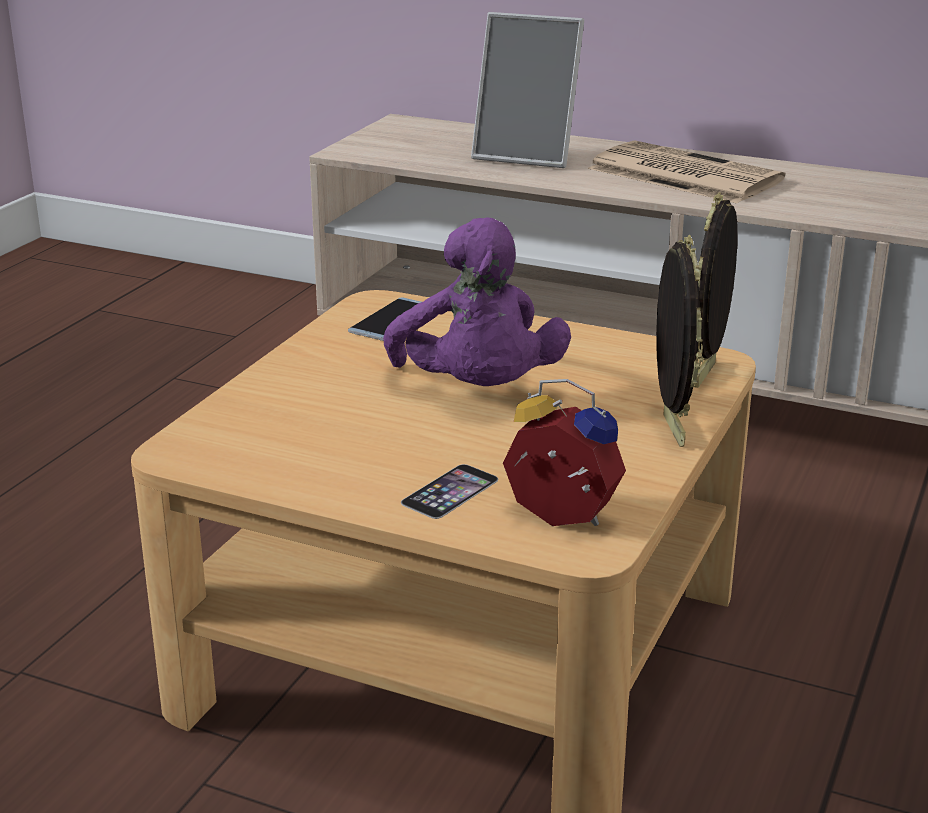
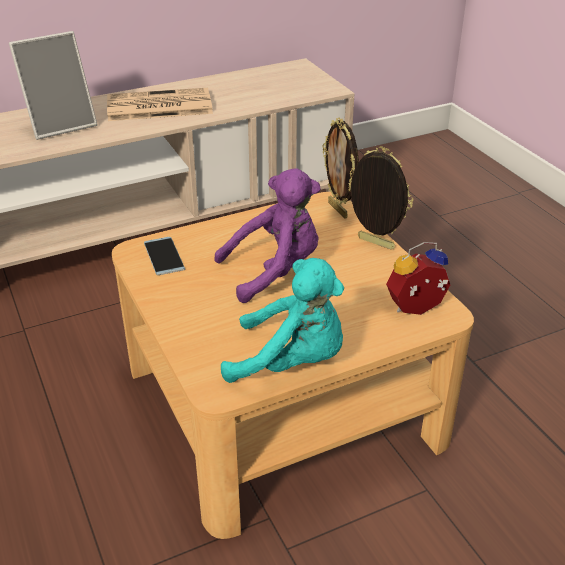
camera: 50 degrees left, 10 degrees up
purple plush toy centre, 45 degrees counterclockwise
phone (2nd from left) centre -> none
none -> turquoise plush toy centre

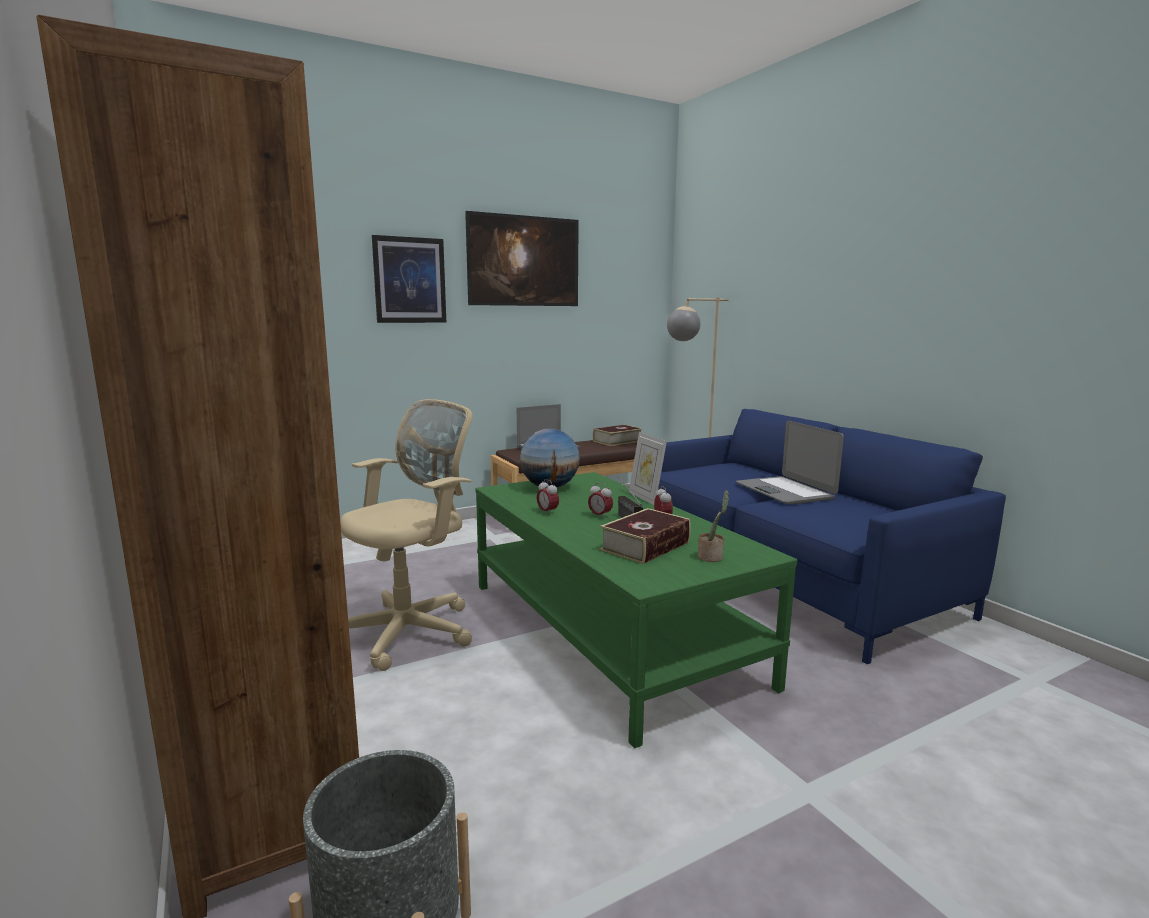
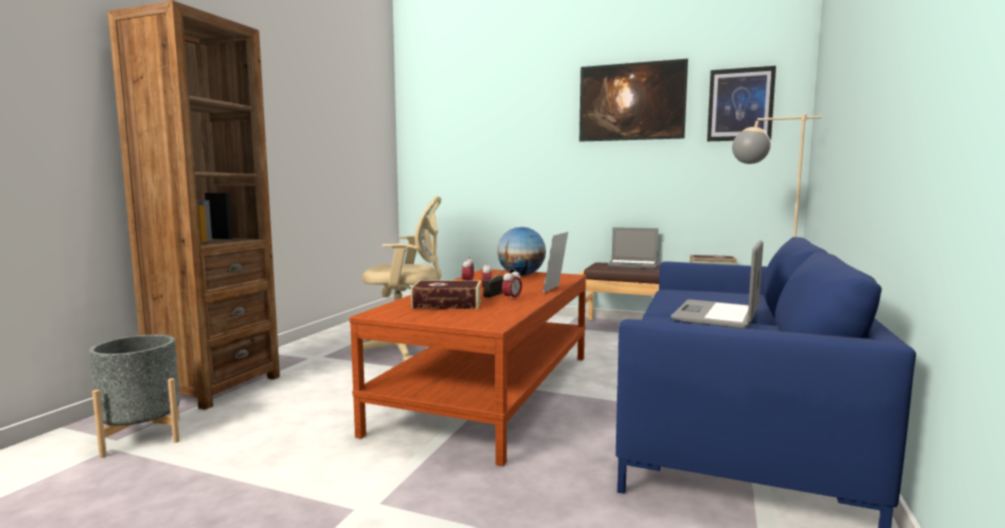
camera: 50 degrees right, 5 degrees down
picture (1st from left in the first image) top centre -> picture (2nd from left) top right, move
green coffee table centre -> brown coffee table bottom centre
potted plant centre -> none

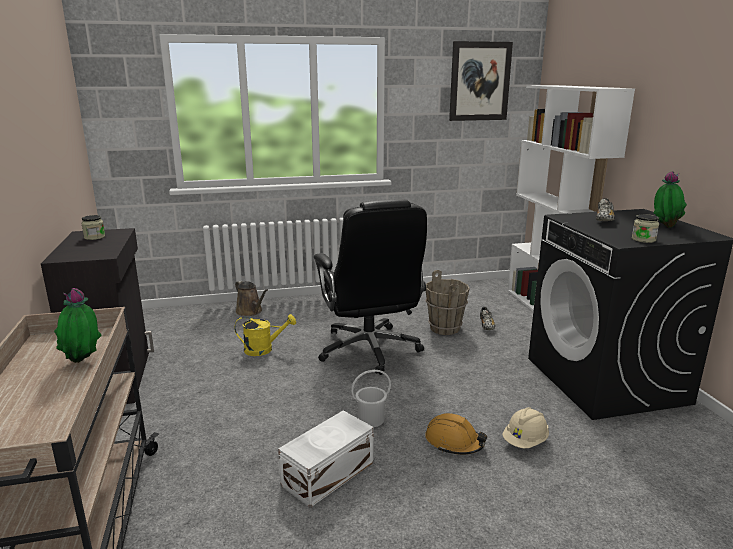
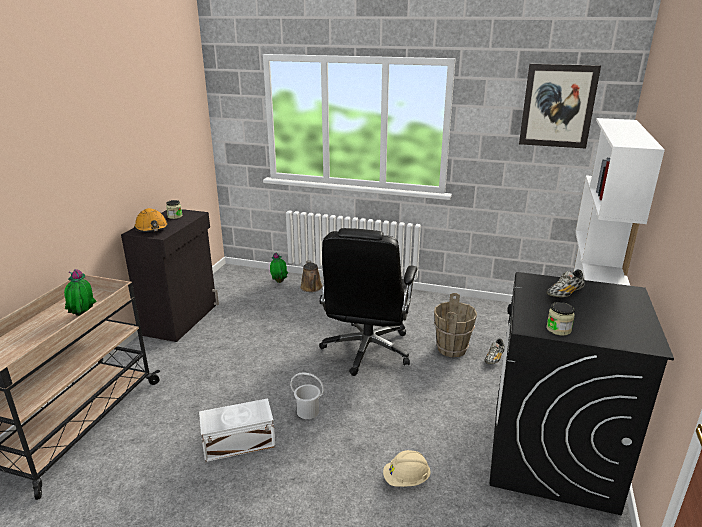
camera: 30 degrees right, 5 degrees up
yellow watering can centre -> none
orange hard hat bottom centre -> orange hard hat middle left, move
potted plant (2nd from left) middle right -> potted plant (2nd from left) centre, move

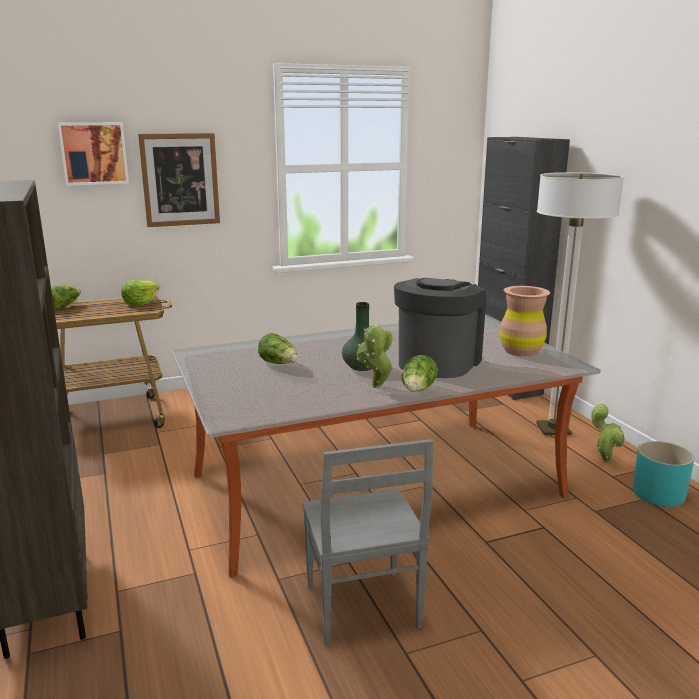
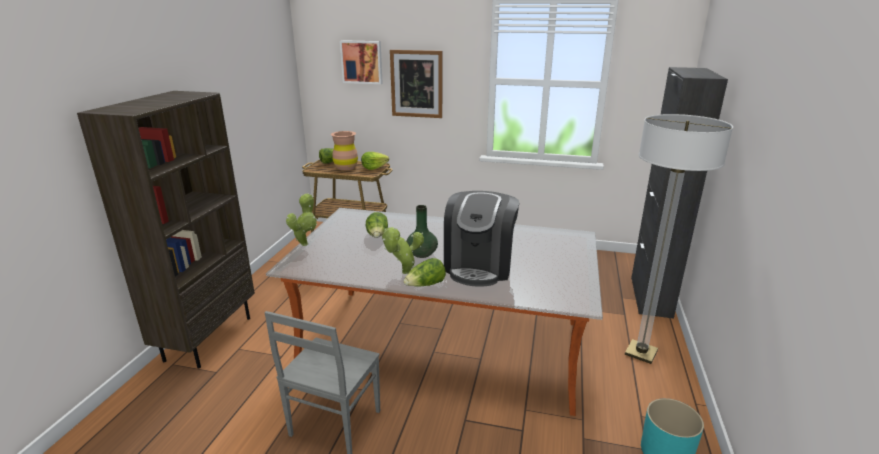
camera: 35 degrees right, 5 degrees up
coffee machine centre, 135 degrees clockwise
brown vase middle right -> brown vase top centre, move
potted plant (2nd from left in the first image) middle right -> potted plant (1st from left) centre, move

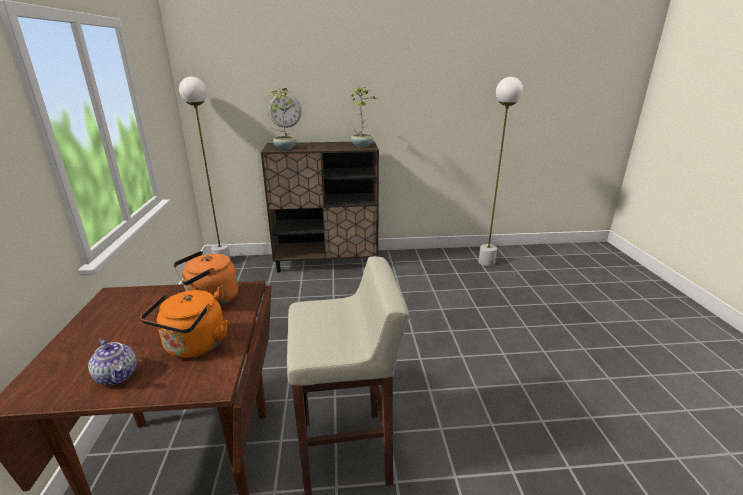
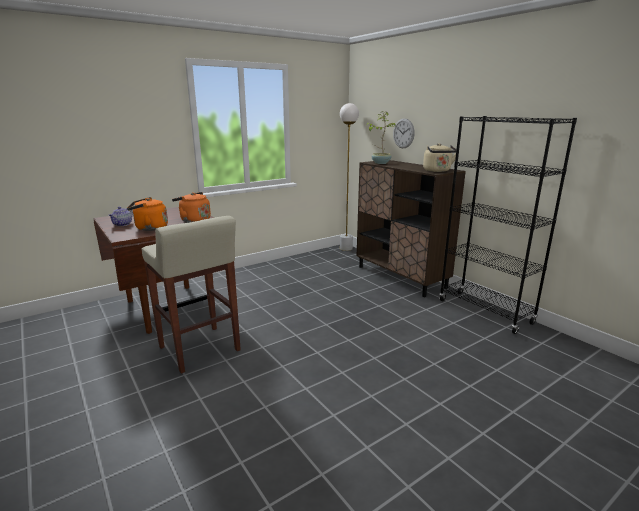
camera: 60 degrees right, 5 degrees down
potted plant (2nd from left) top centre -> beige kettle top right
white floor lamp (2nd from left) middle right -> none
none -> black bookcase middle right

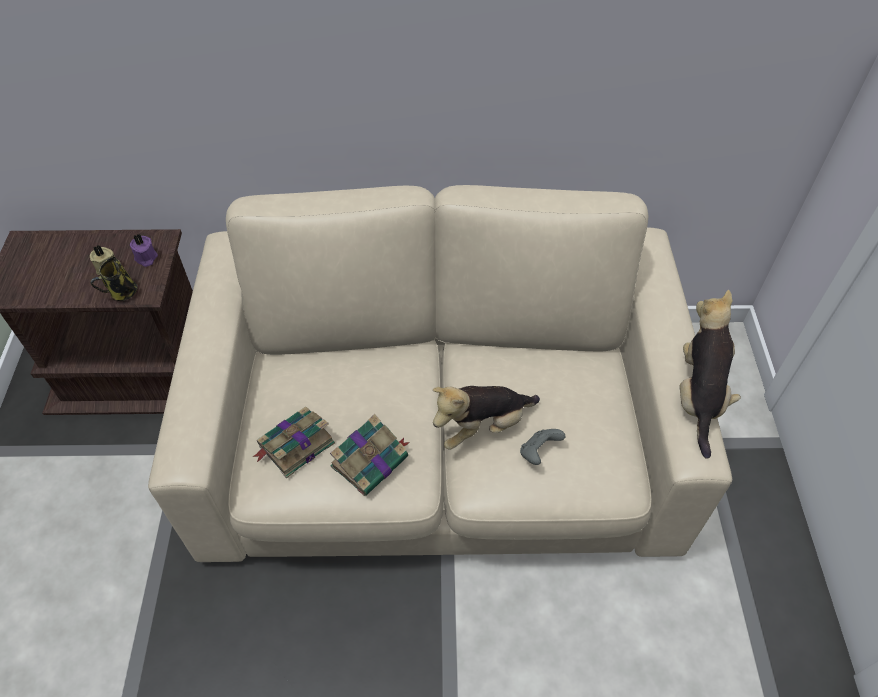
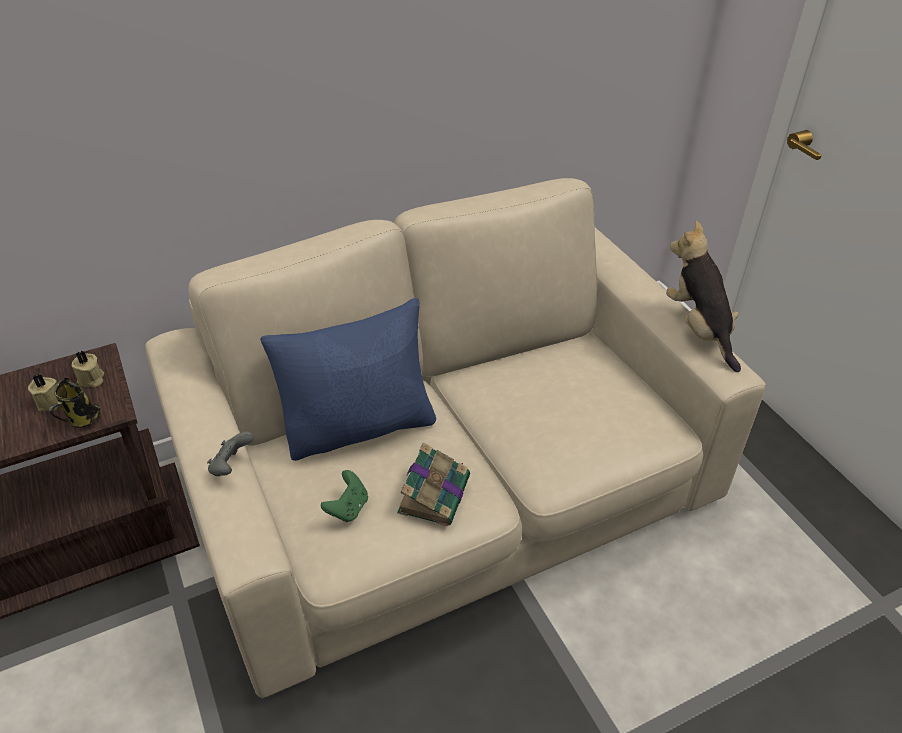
camera: 25 degrees left, 10 degrees down
purple candle middle left -> beige candle (2nd from left) middle left
book (1st from left) centre -> green game controller bottom centre
plush toy (1st from left) centre -> none
grey game controller centre -> grey game controller middle left, move
none -> blue pillow centre

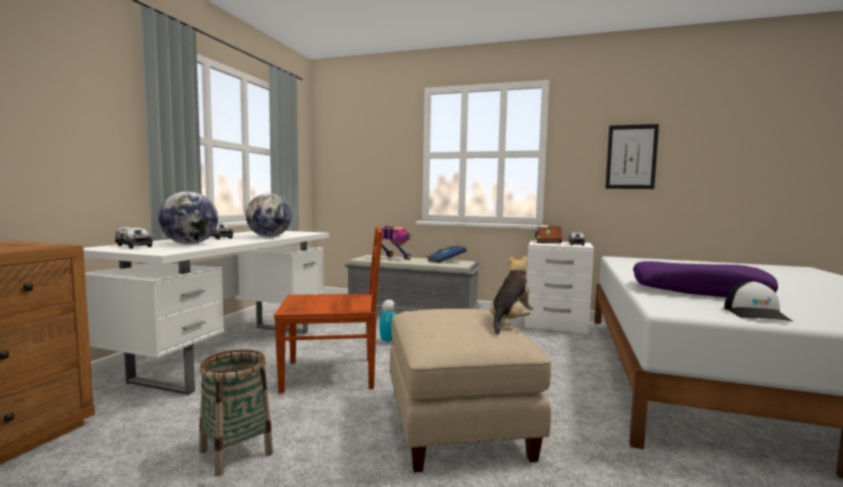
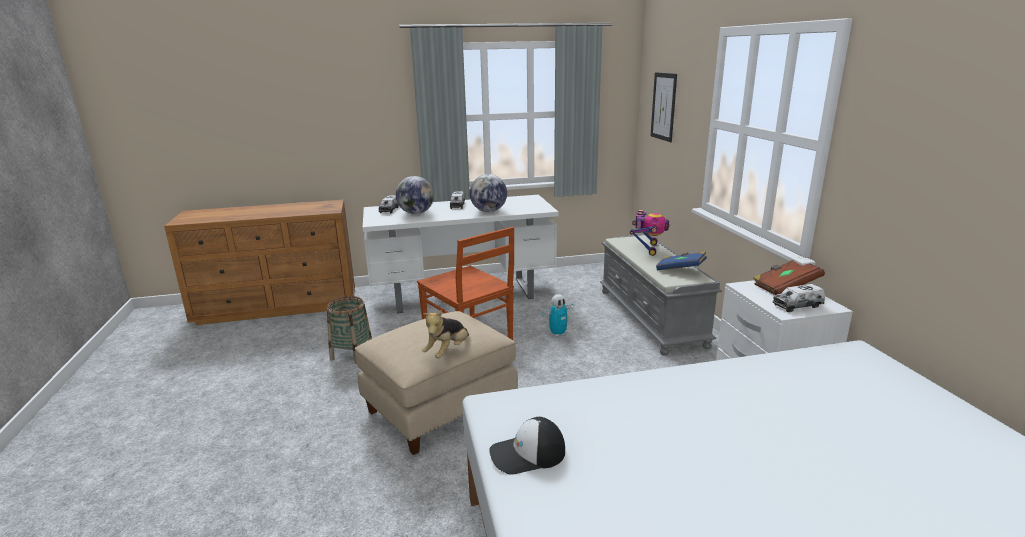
camera: 60 degrees right, 15 degrees up
plush toy centre, 120 degrees clockwise
picture top right -> picture top centre, move
purple pillow middle right -> none

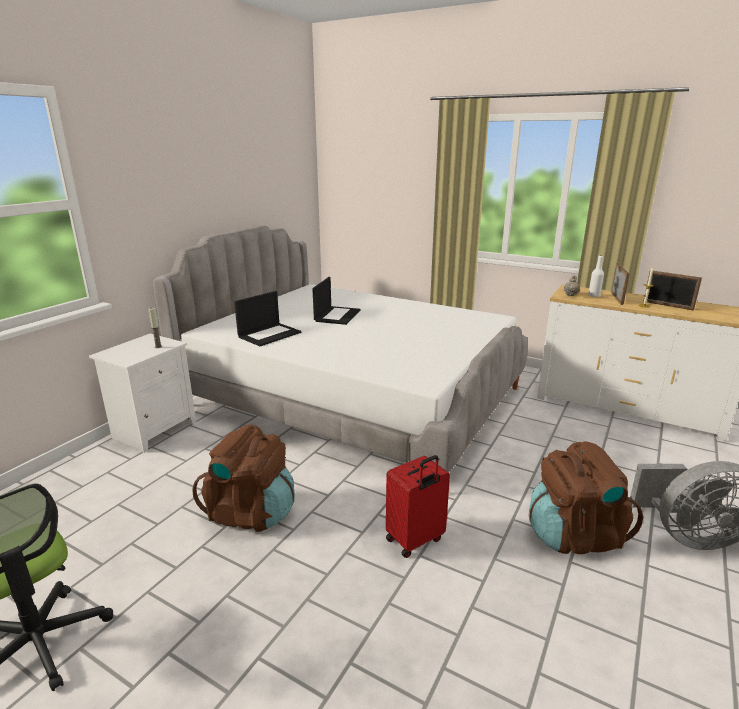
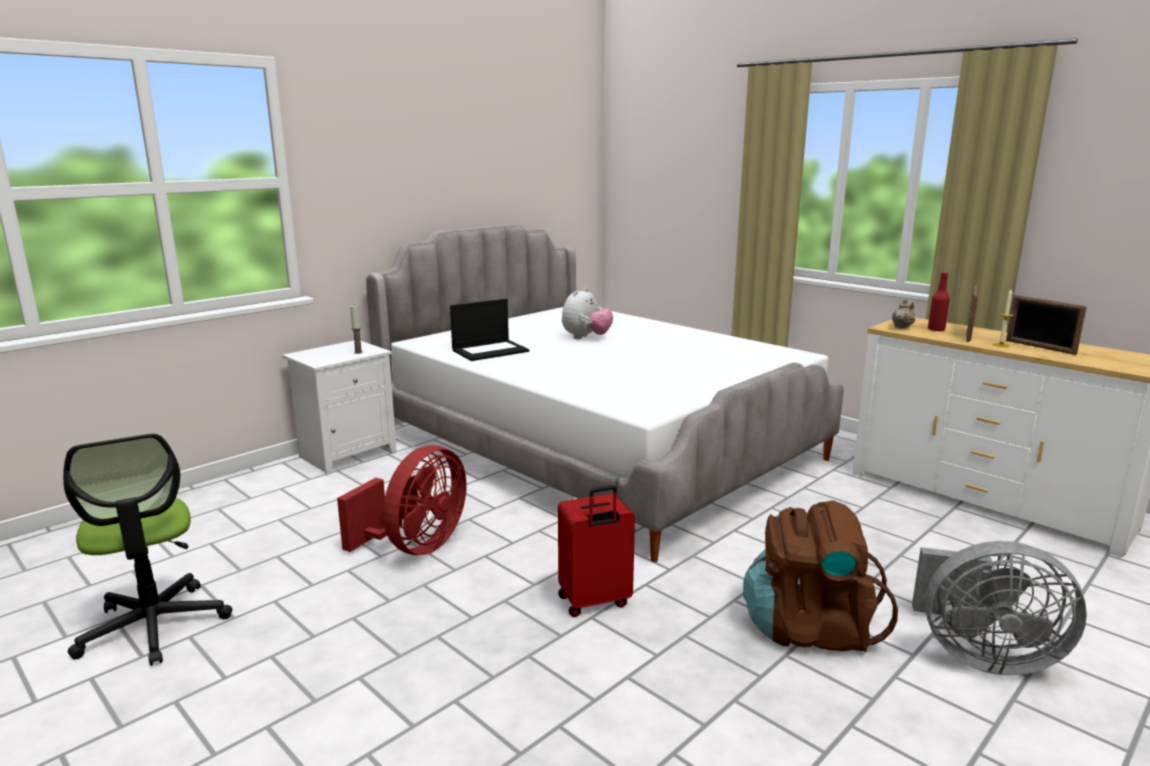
camera: 15 degrees right, 5 degrees down
brown backpack (1st from left) bottom left -> red fan centre
laptop (2nd from left) centre -> plush toy centre
white bottle middle right -> red bottle middle right

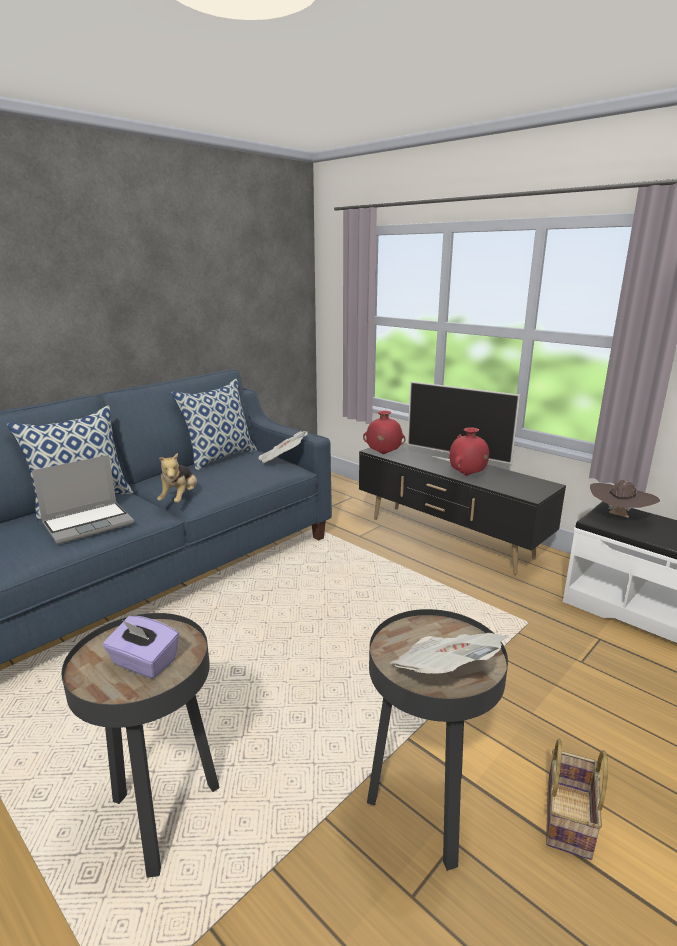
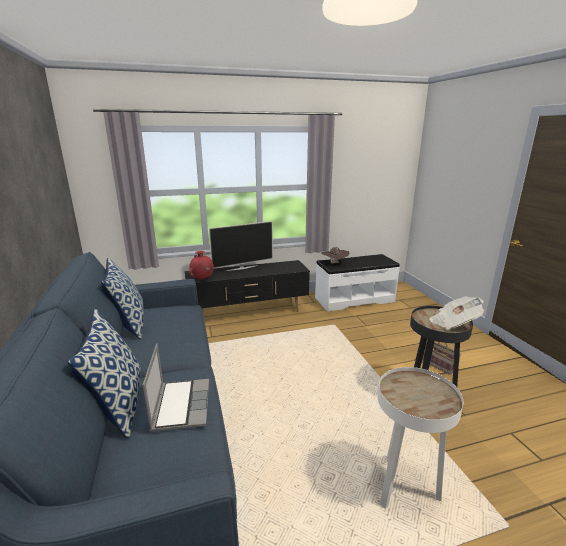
camera: 60 degrees left, 0 degrees up
black side table (1st from left) bottom left -> white side table bottom right
purple tissue box bottom left -> none
plush toy middle left -> none
newspaper (1st from left) centre -> none
red vase (2nd from left) middle right -> none

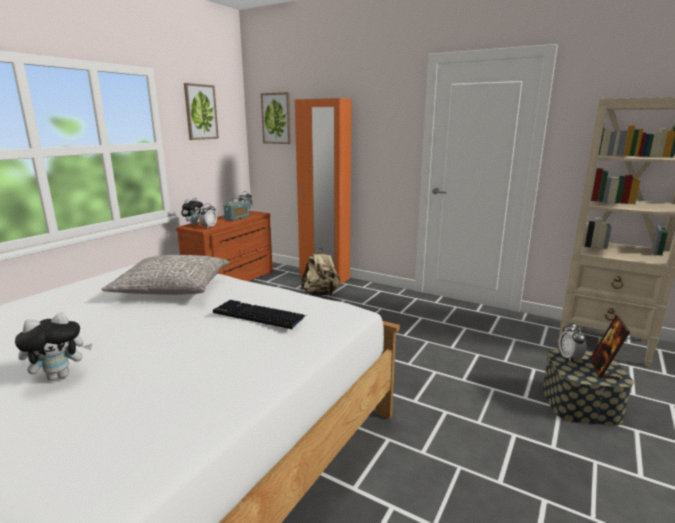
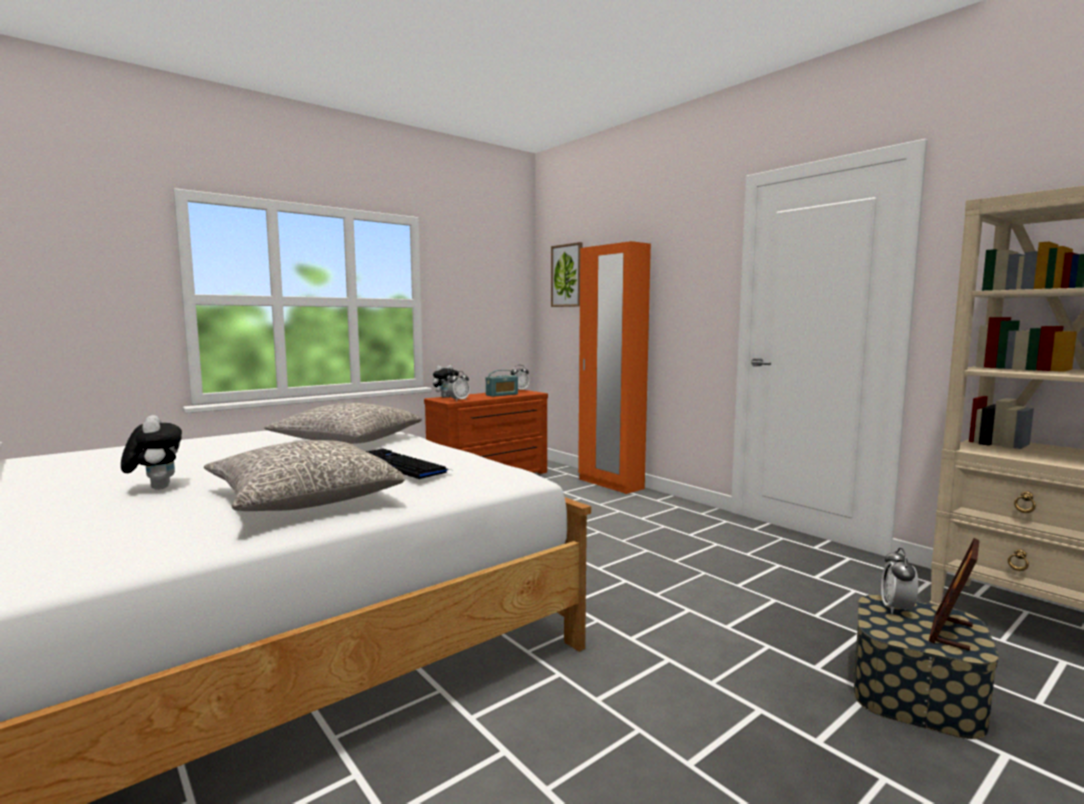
camera: 20 degrees right, 10 degrees down
plush toy (1st from left) middle left, 105 degrees counterclockwise
picture (1st from left) top left -> none
beige backpack centre -> none
none -> grey pillow (1st from left) middle left

